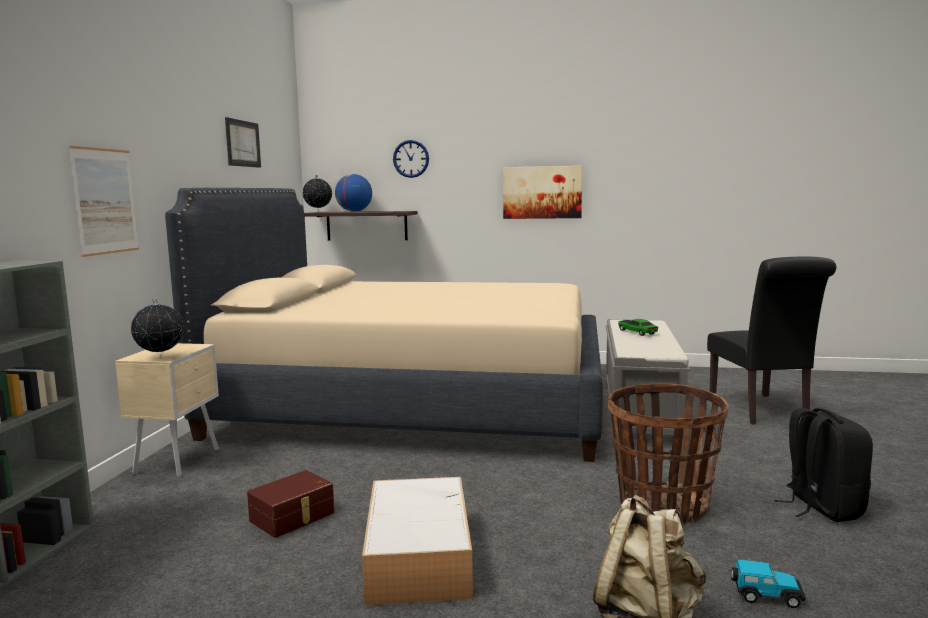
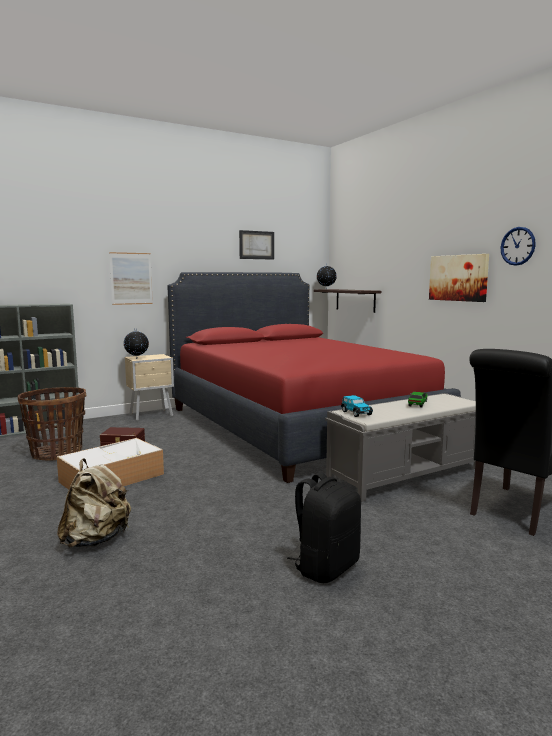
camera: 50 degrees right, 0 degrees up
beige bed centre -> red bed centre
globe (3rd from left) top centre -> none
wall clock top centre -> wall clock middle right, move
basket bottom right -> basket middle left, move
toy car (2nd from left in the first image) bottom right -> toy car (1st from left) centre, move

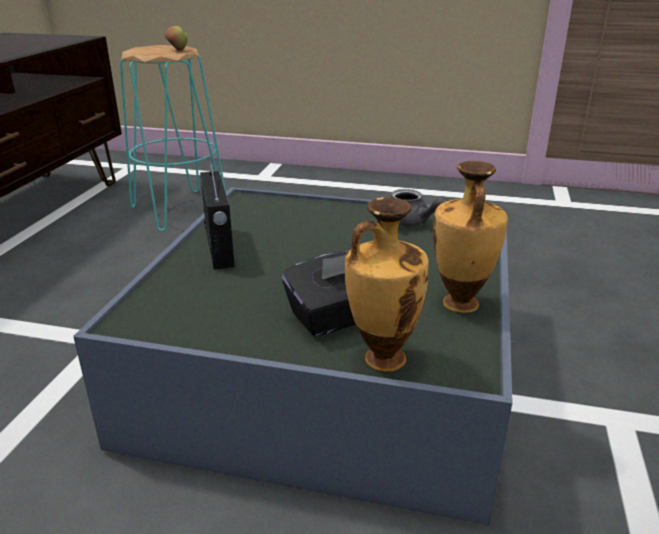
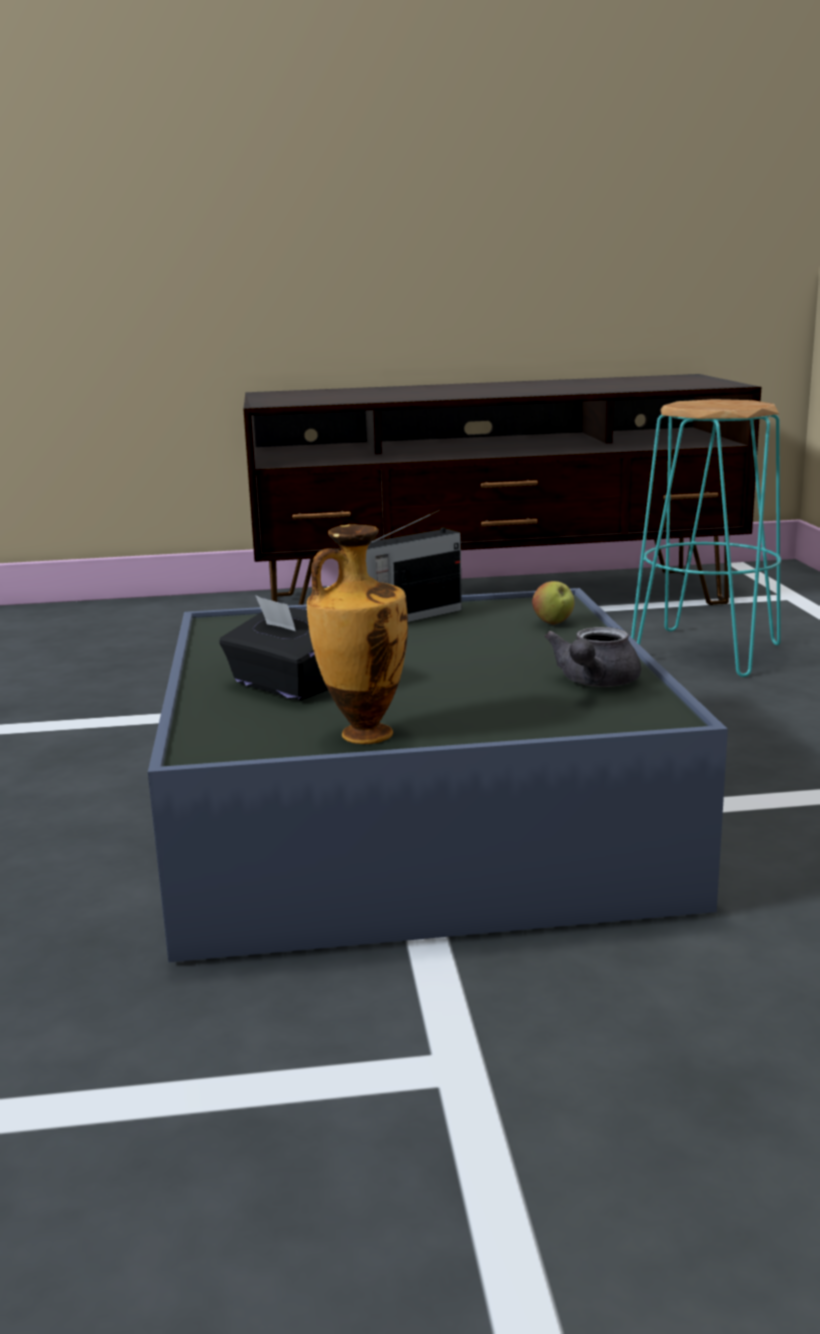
camera: 70 degrees right, 10 degrees down
apple top left -> apple middle right, move
vase (1st from left) centre -> none

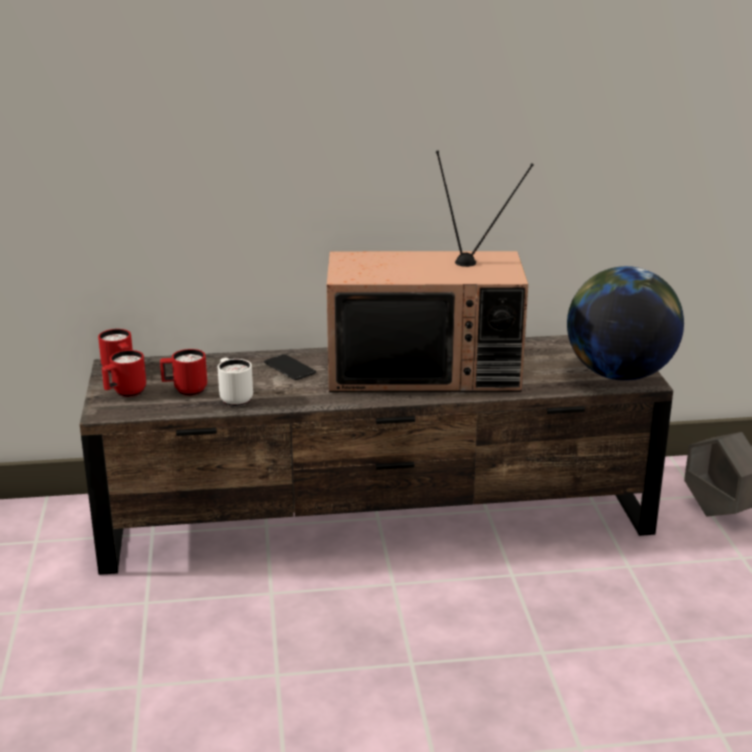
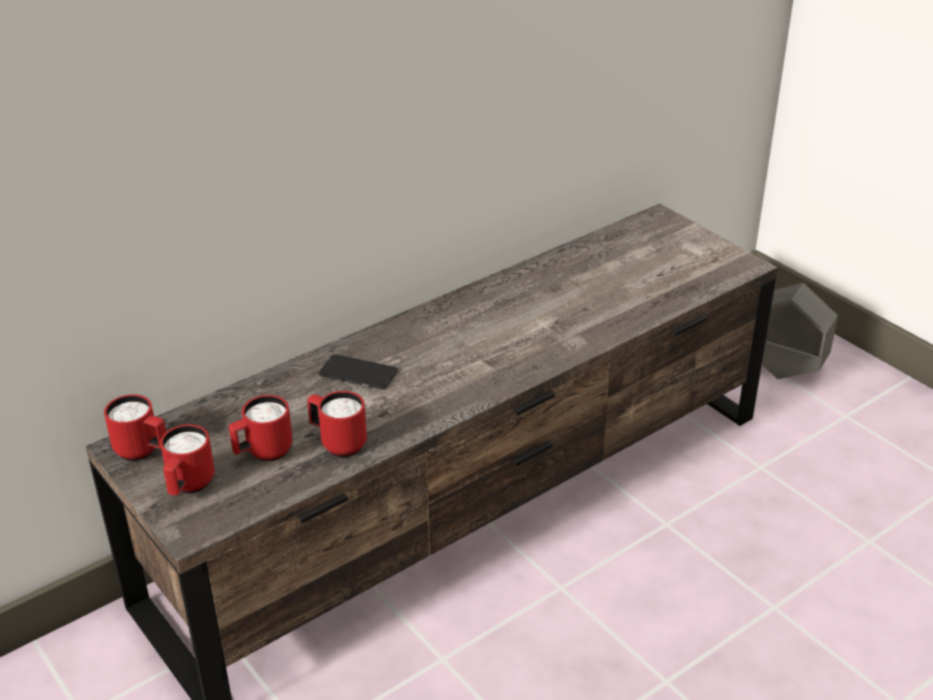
camera: 30 degrees left, 10 degrees up
white mug middle left -> red mug (4th from left) centre
television centre -> none
globe middle right -> none

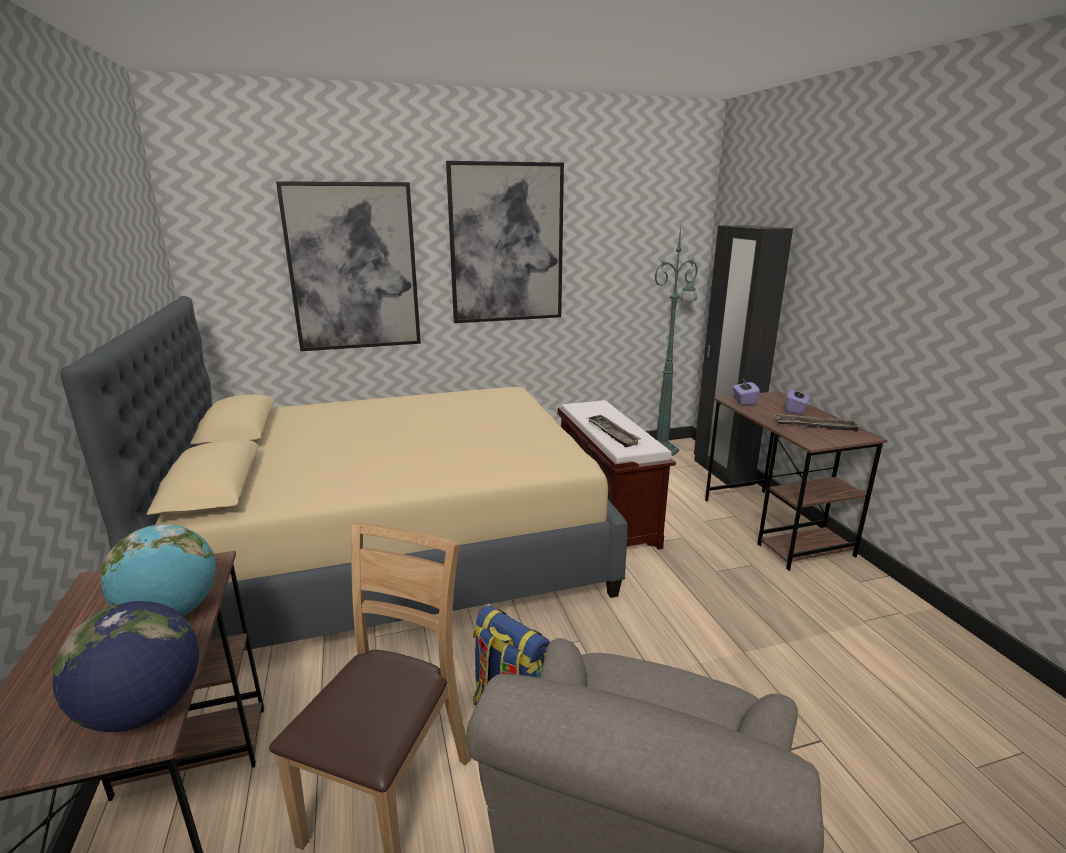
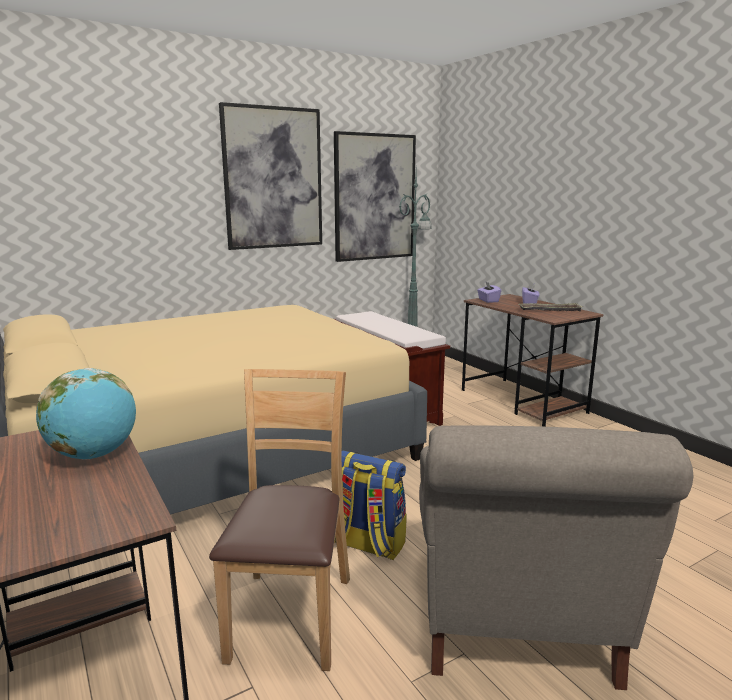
camera: 15 degrees left, 5 degrees down
globe (1st from left) bottom left -> none
picture (1st from left in the first image) top left -> picture (2nd from left) top centre, move
tray (1st from left) centre -> none
black wardrobe middle right -> none

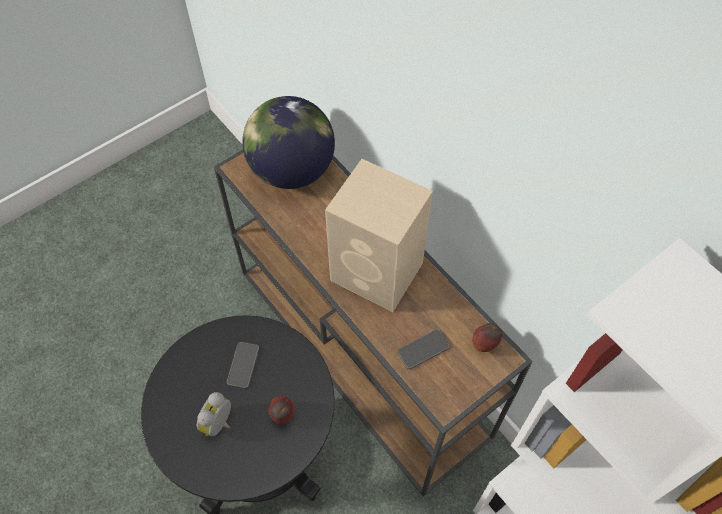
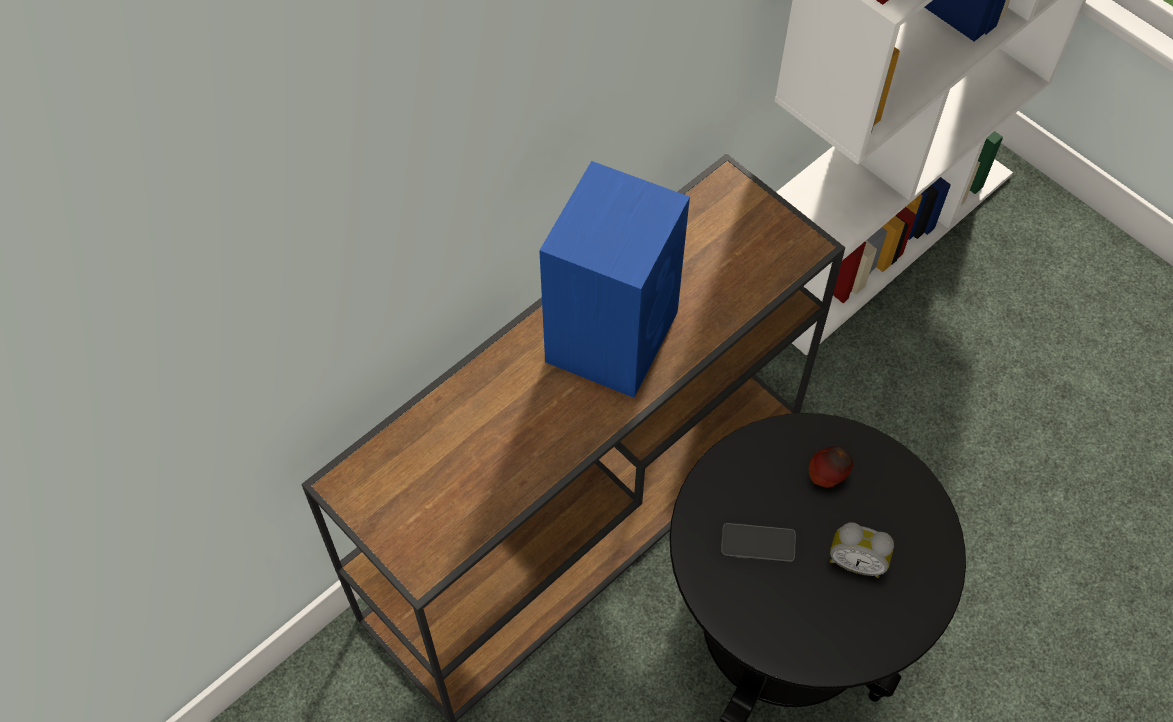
camera: 95 degrees left, 0 degrees up
globe top centre -> none
beige speaker centre -> blue speaker centre
phone (2nd from left) bottom centre -> none
apple (2nd from left) middle right -> none

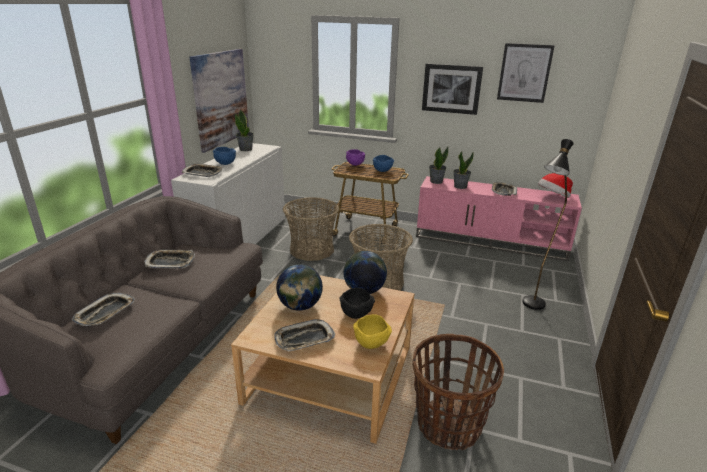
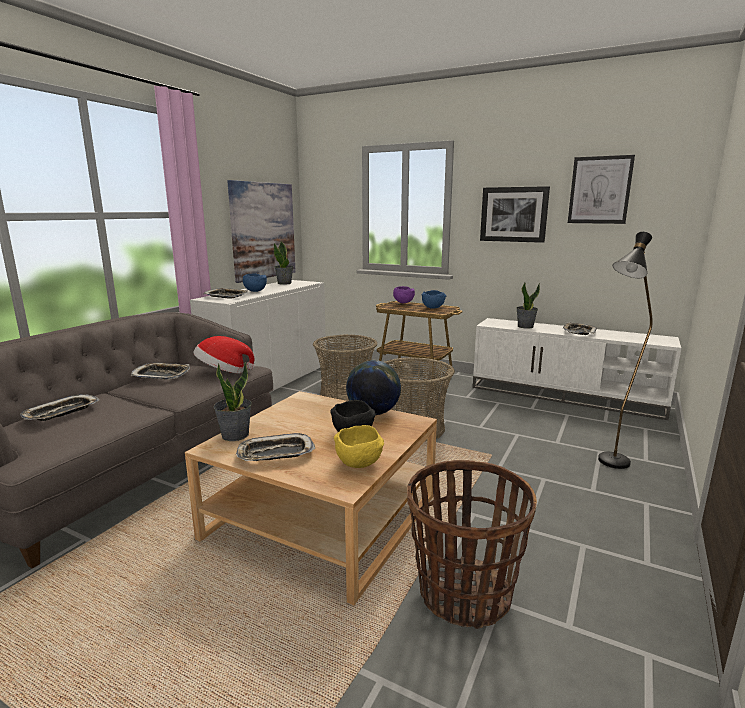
camera: 10 degrees right, 10 degrees down
globe (1st from left) centre -> none
pink tv stand middle right -> white tv stand middle right
potted plant (2nd from left in the first image) centre -> potted plant (1st from left) middle left, move
hat middle right -> hat middle left, move

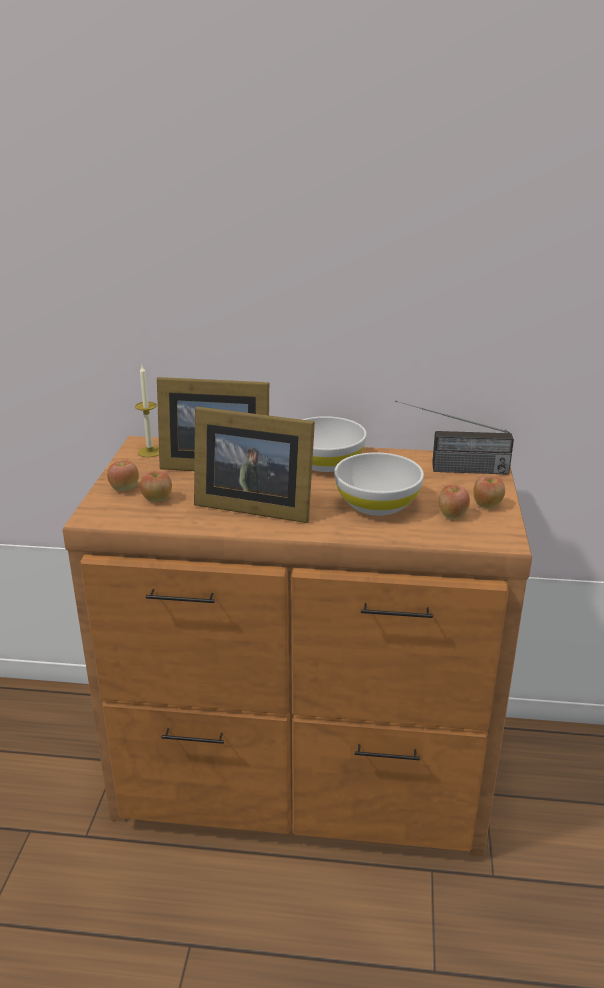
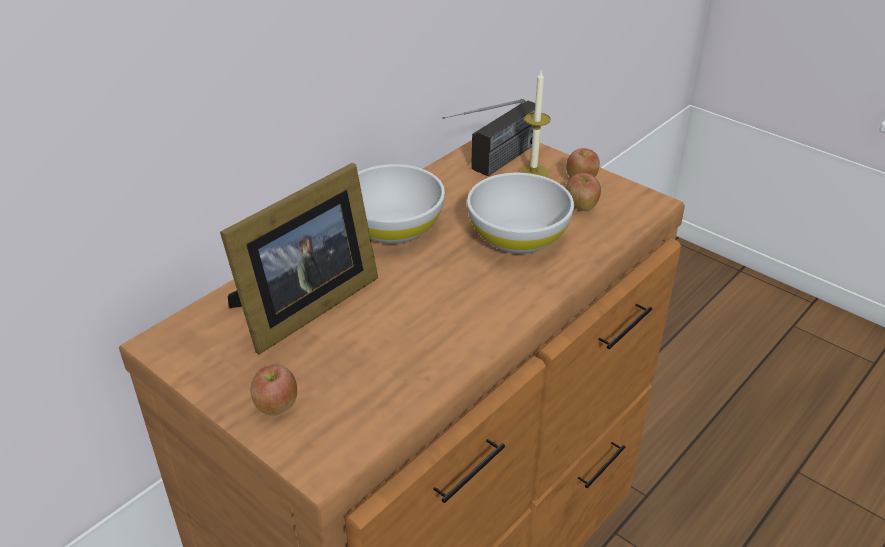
camera: 55 degrees left, 10 degrees up
candle middle left -> candle top centre, move
apple (2nd from left) middle left -> none
picture frame (2nd from left) centre -> none

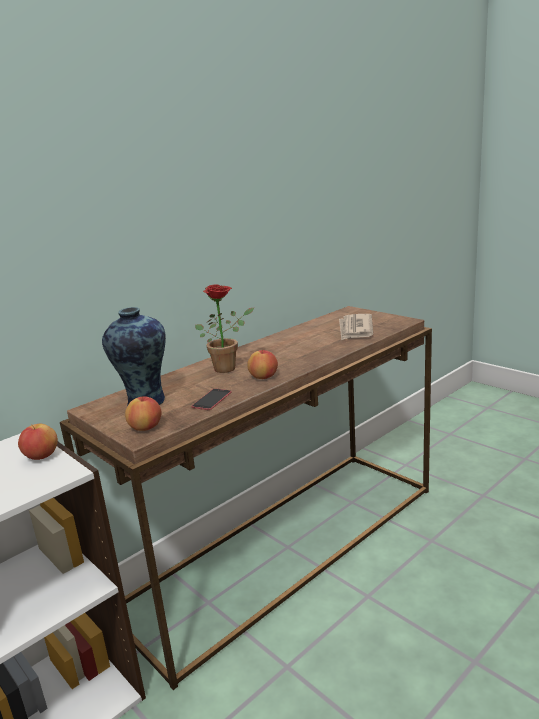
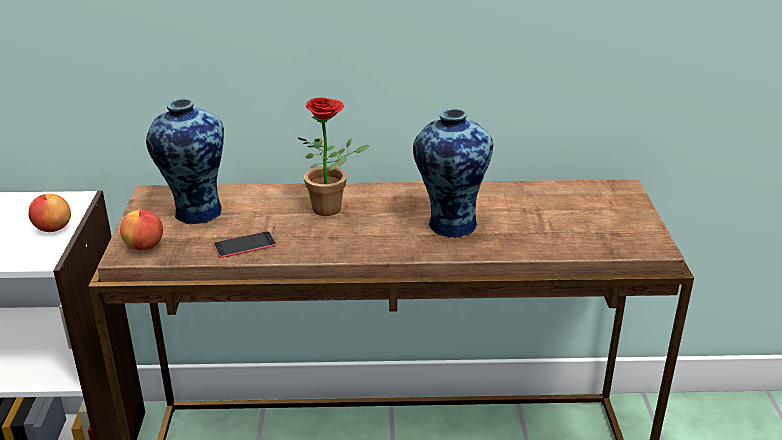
camera: 40 degrees right, 10 degrees up
apple (3rd from left) centre -> none
newspaper centre -> none
none -> vase (2nd from left) centre

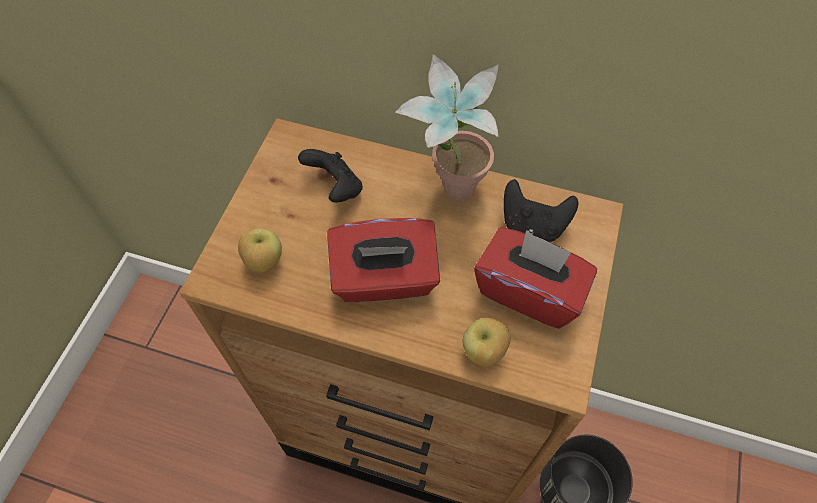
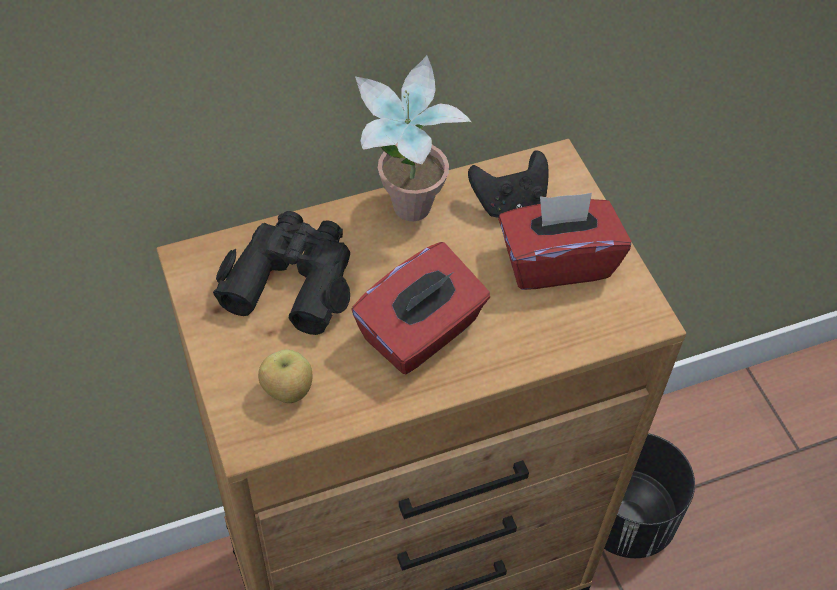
camera: 40 degrees left, 5 degrees down
black game controller (1st from left) centre -> black binoculars centre
apple (2nd from left) bottom centre -> none

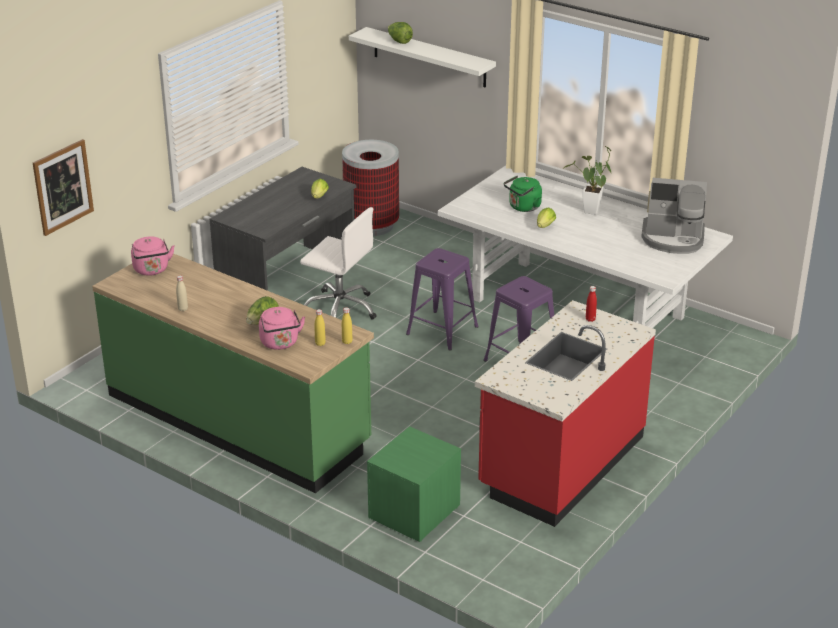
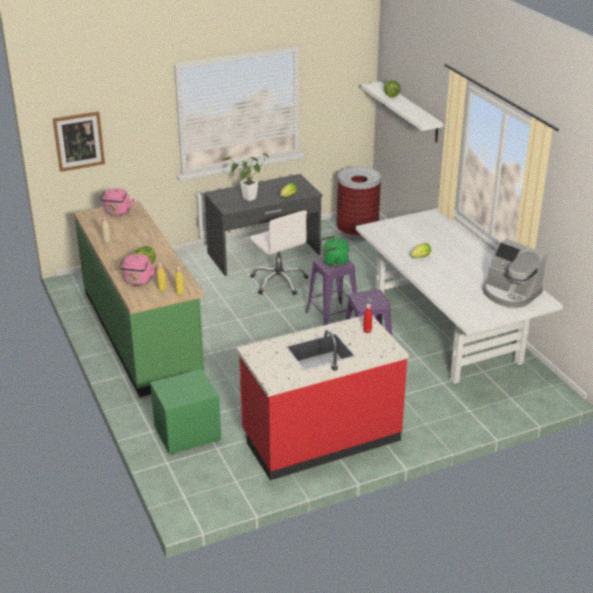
camera: 30 degrees right, 0 degrees up
green kettle top centre -> green kettle centre, move
potted plant top right -> potted plant top centre, move

